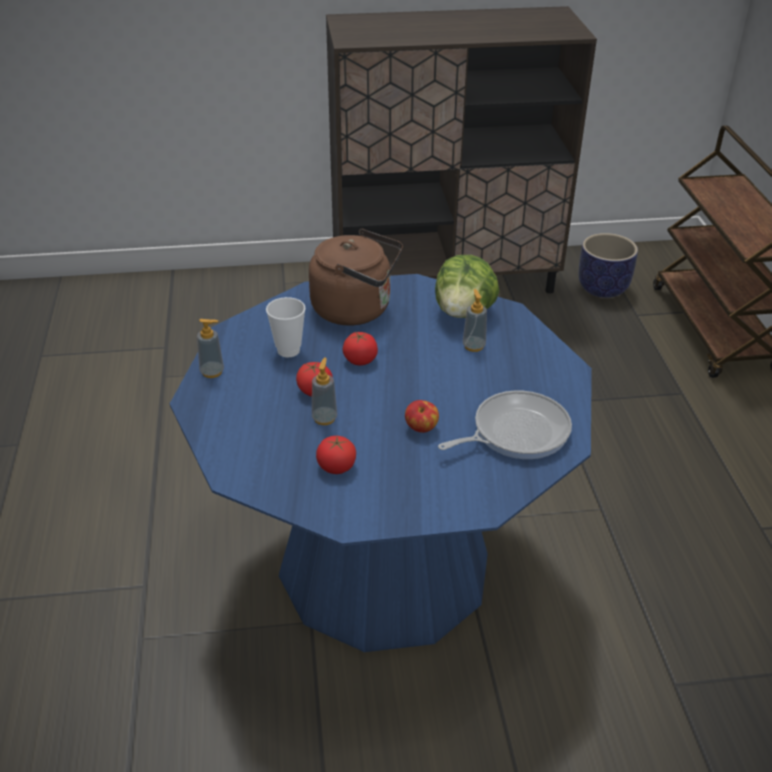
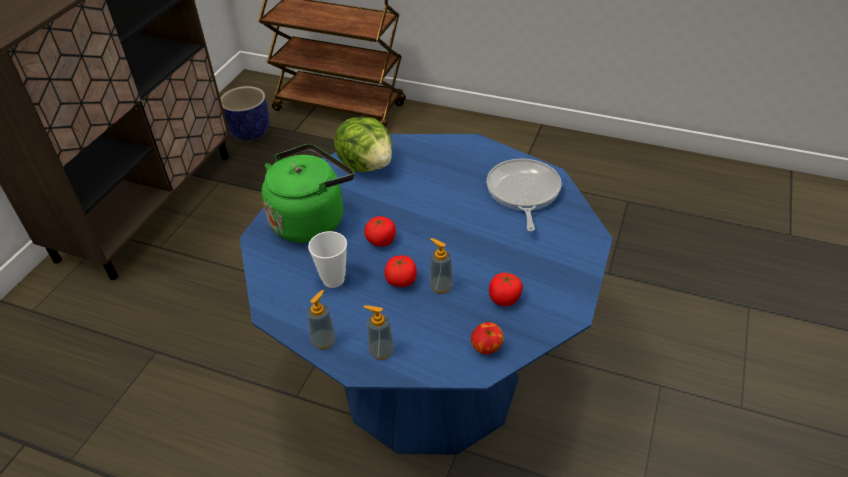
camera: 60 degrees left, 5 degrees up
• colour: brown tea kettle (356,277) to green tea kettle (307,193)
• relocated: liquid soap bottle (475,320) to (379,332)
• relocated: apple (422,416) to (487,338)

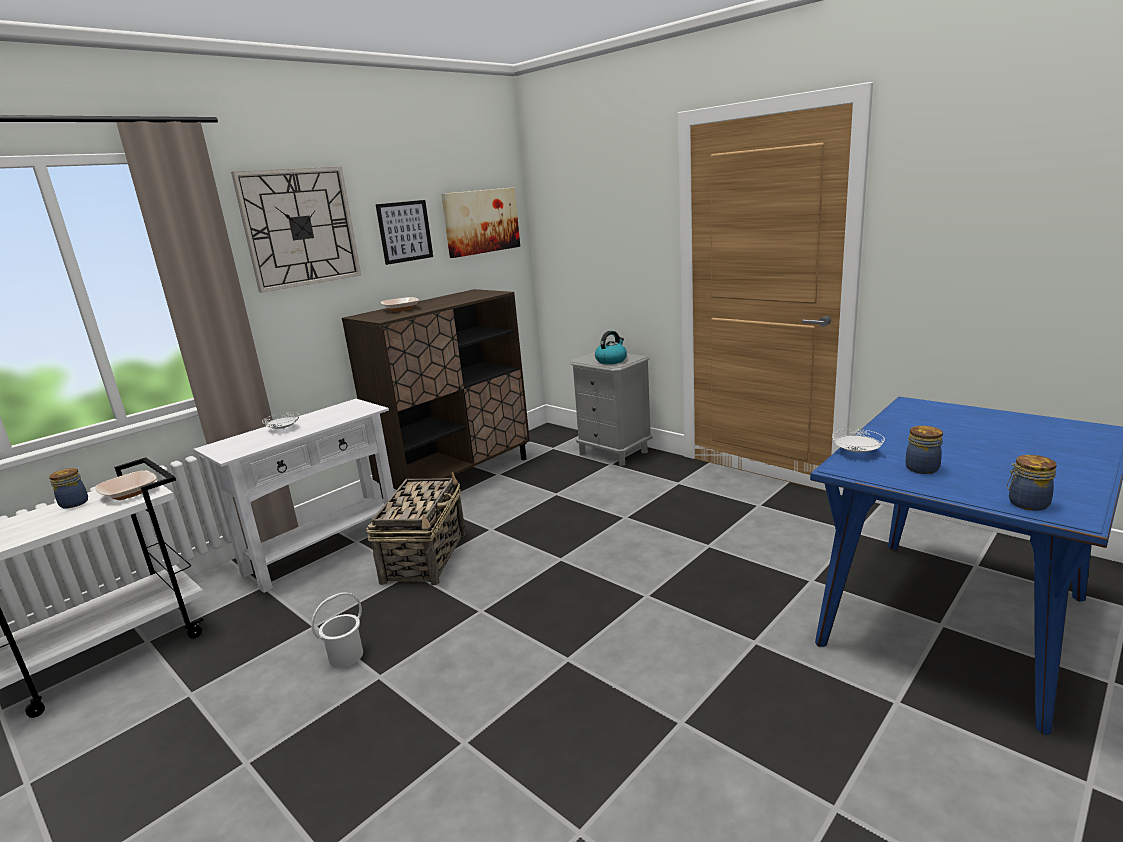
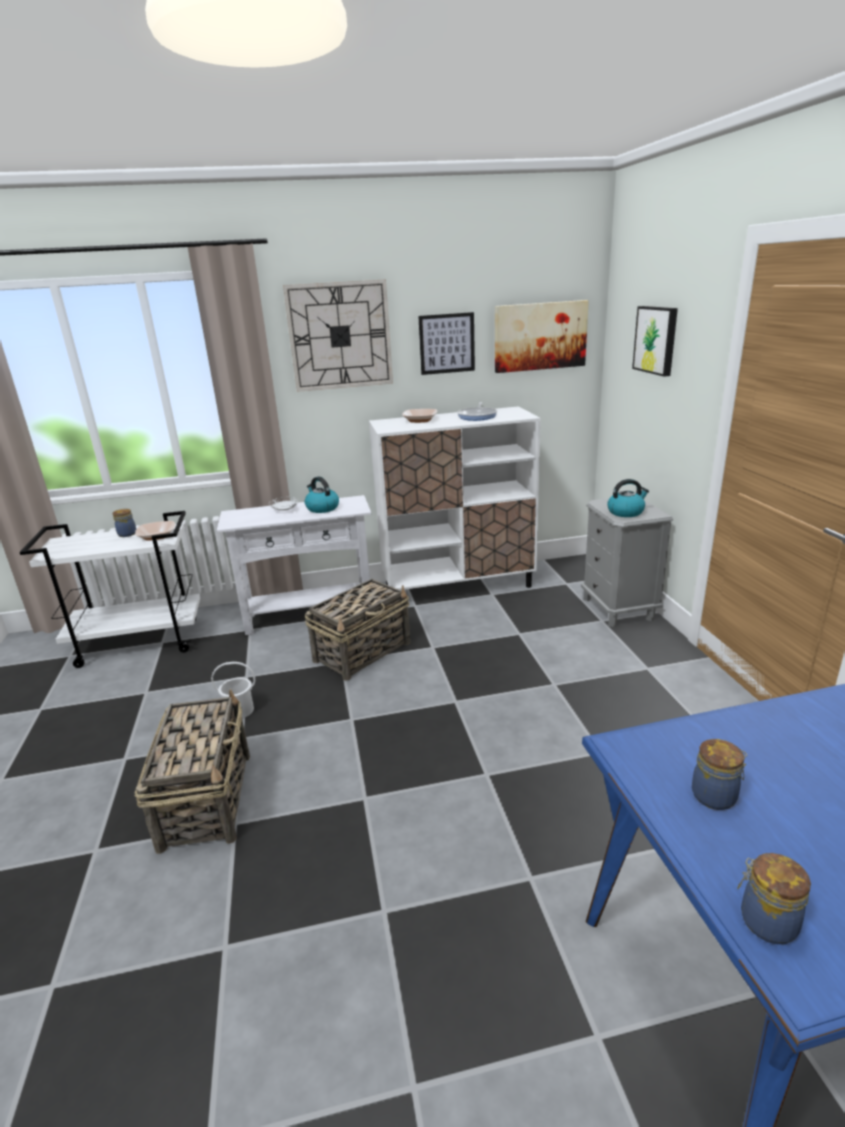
camera: 35 degrees right, 5 degrees up
• appeared: storage basket (192,771)
• appeared: tea kettle (322,495)
• colour: brown cupboard (436,394) to white-coloured cupboard (455,498)
• appeared: skillet (477,411)
• appeared: picture (655,341)
• missing: white-coloured plate (858,441)

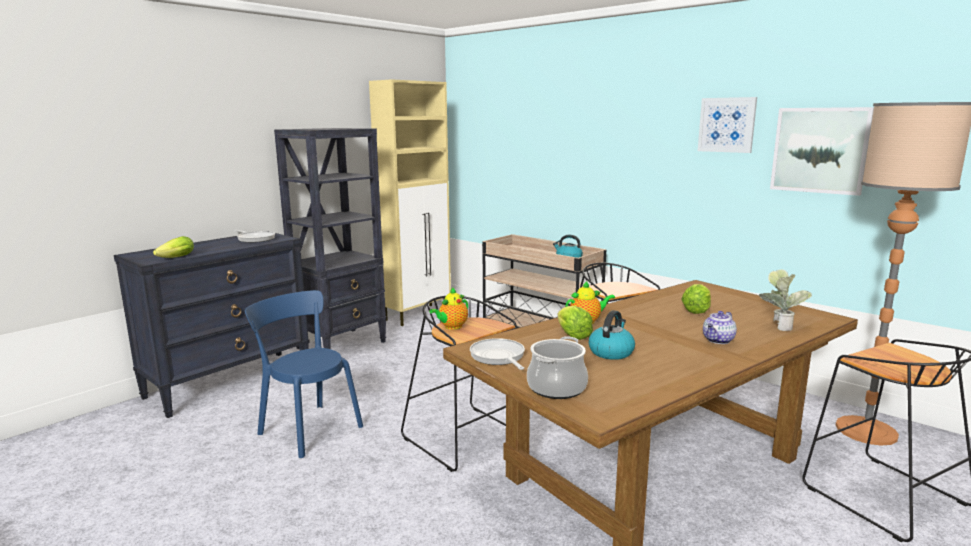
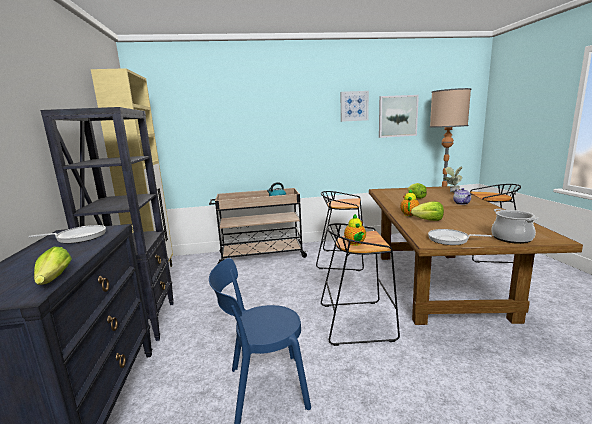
camera: 50 degrees left, 0 degrees up
• missing: tea kettle (612,335)

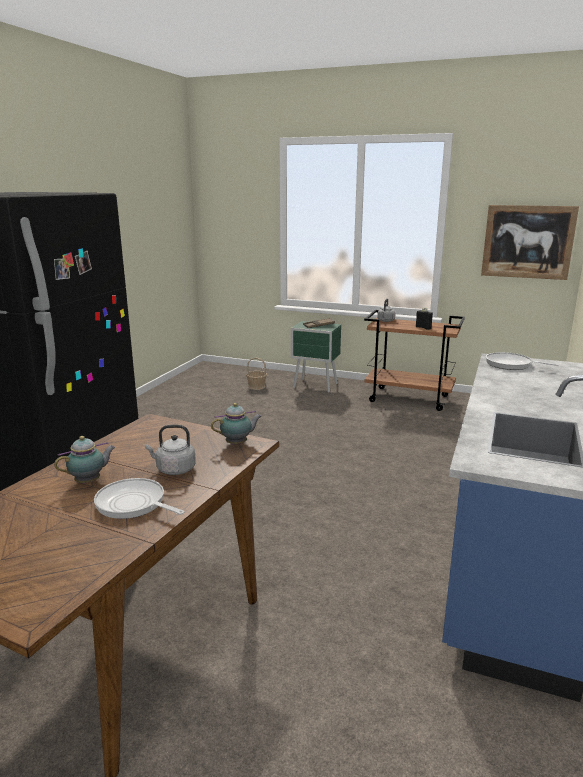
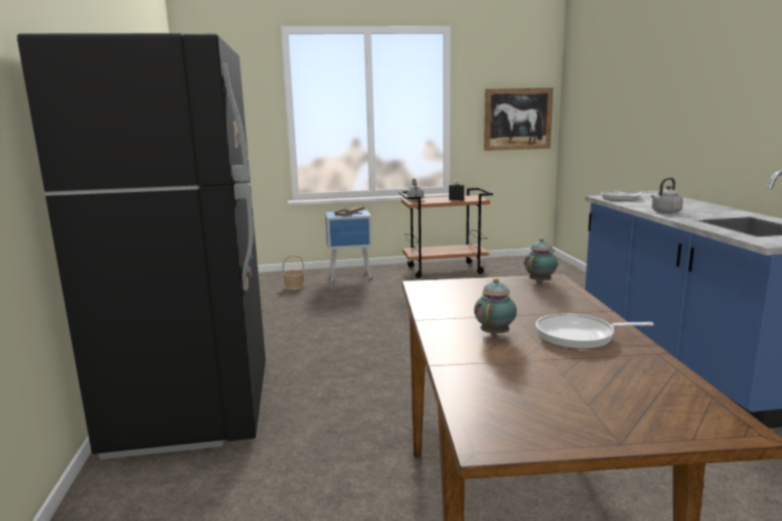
camera: 30 degrees left, 5 degrees down
• colour: green nightstand (316,357) to blue-coloured nightstand (348,245)
• relocated: greyish tea kettle (170,450) to (667,196)

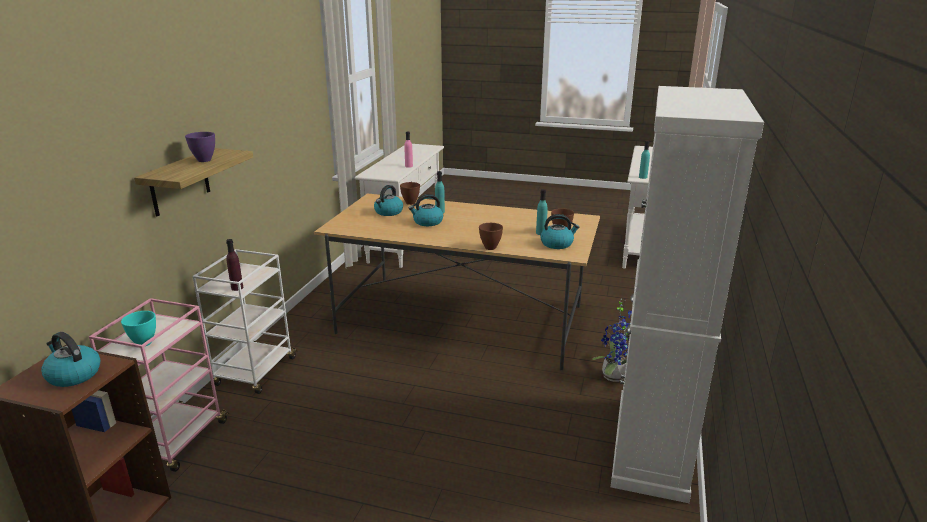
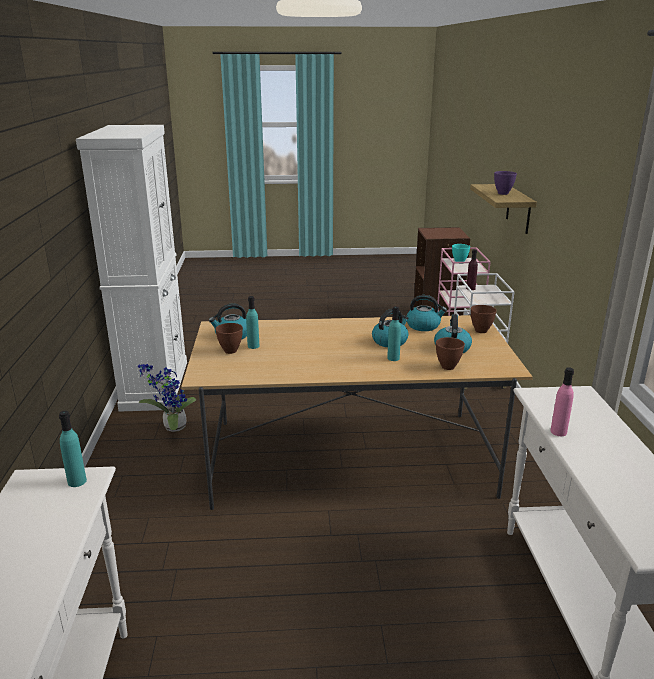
camera: 160 degrees right, 0 degrees up
• relocated: tea kettle (70,359) to (426,313)
• relocated: brown serving bowl (491,236) to (484,319)

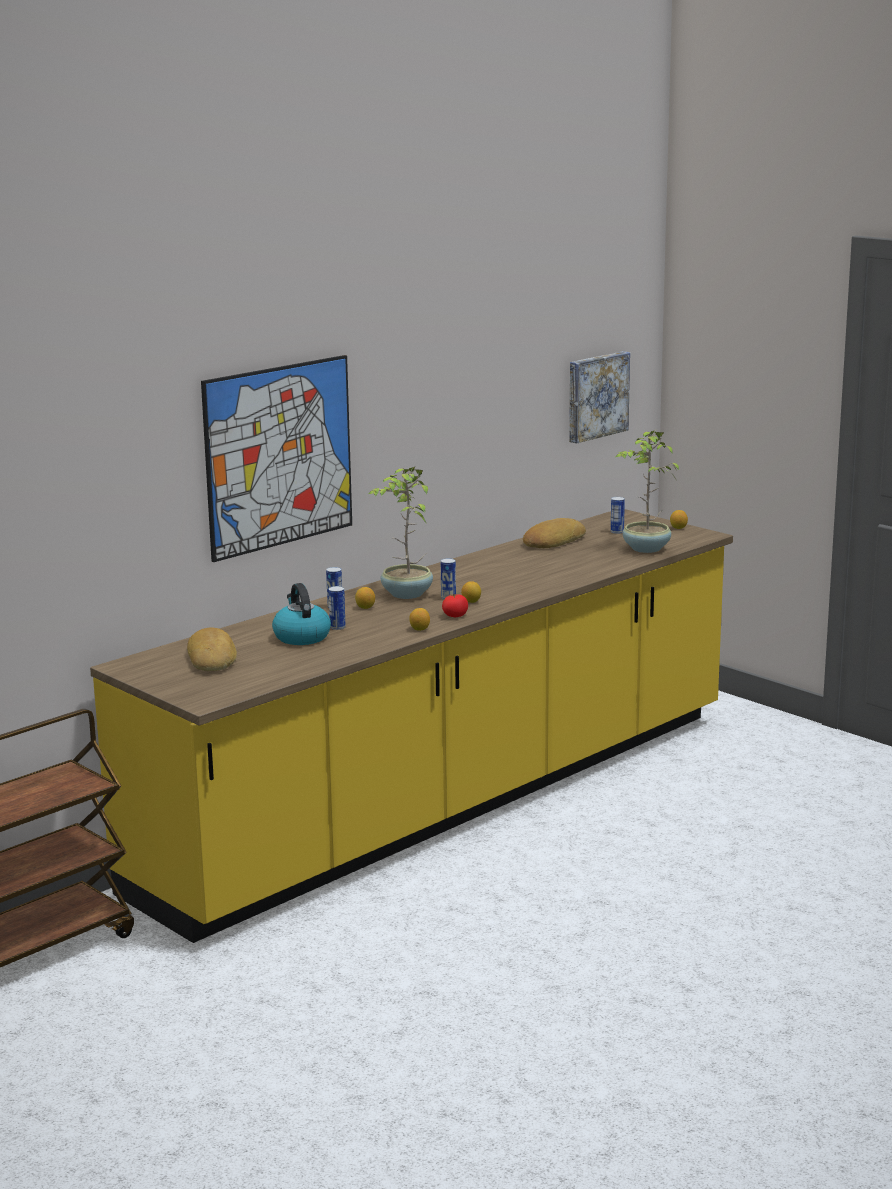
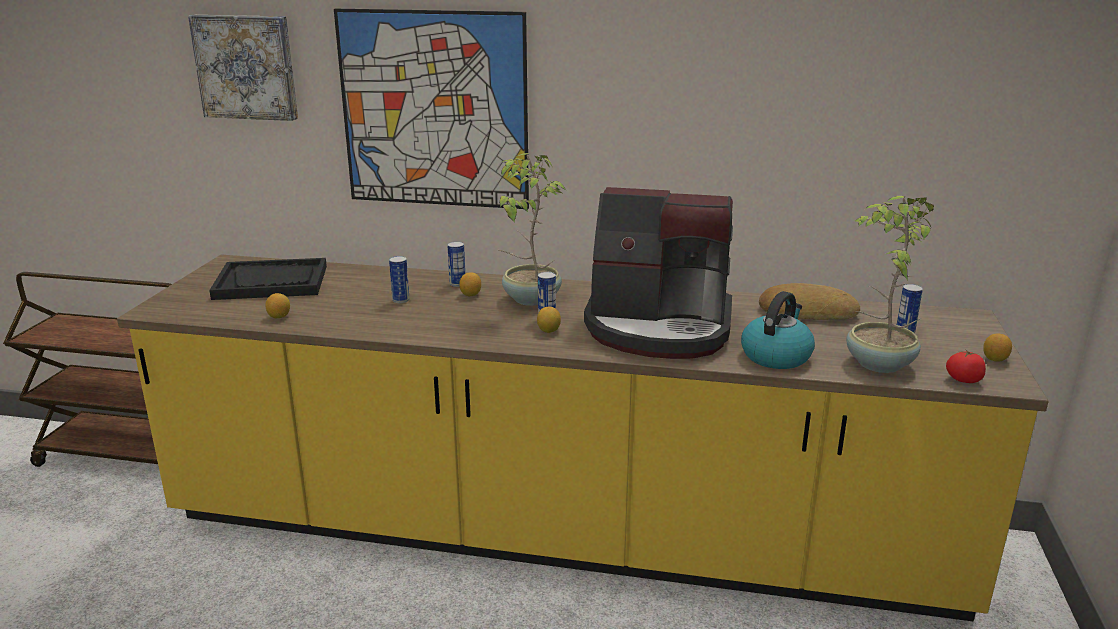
camera: 55 degrees right, 5 degrees up
• relocated: picture (599,397) to (243,68)
• exchanged: baked bread (212,649) to blackish carrying tray (268,279)
• relocated: lemon (419,619) to (277,305)
• appeared: coffee maker (658,273)
• relocated: tea kettle (301,614) to (778,330)
• relocated: whole tomato (455,605) to (966,366)

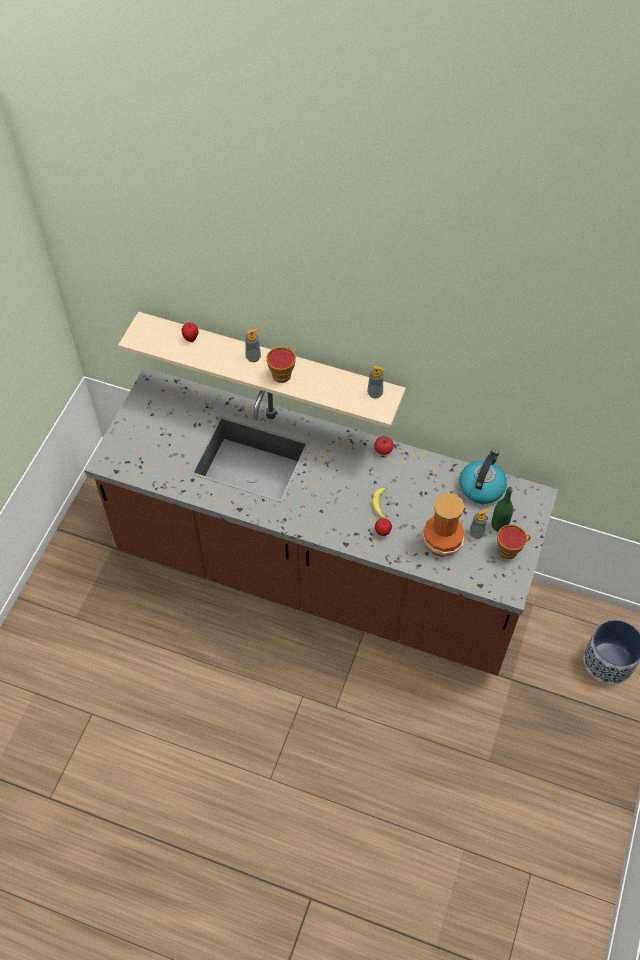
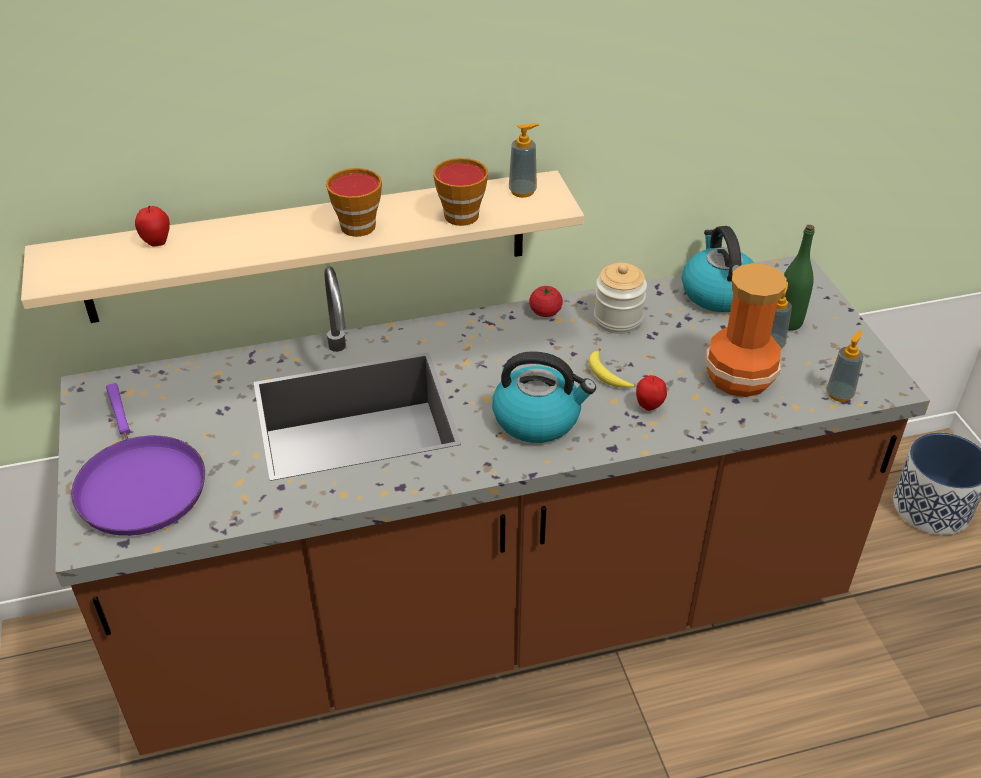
camera: 35 degrees left, 15 degrees down
• appeared: purple-coloured skillet (138,459)
• relocated: drinking cup (514,541) to (460,192)
• appeared: tea kettle (544,397)
• appeared: preserve jar (620,298)
• relocated: liquid soap bottle (253,345) to (845,366)

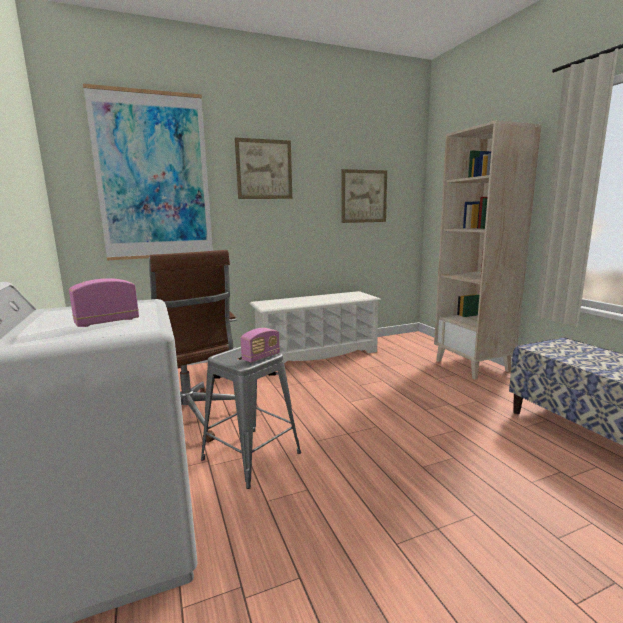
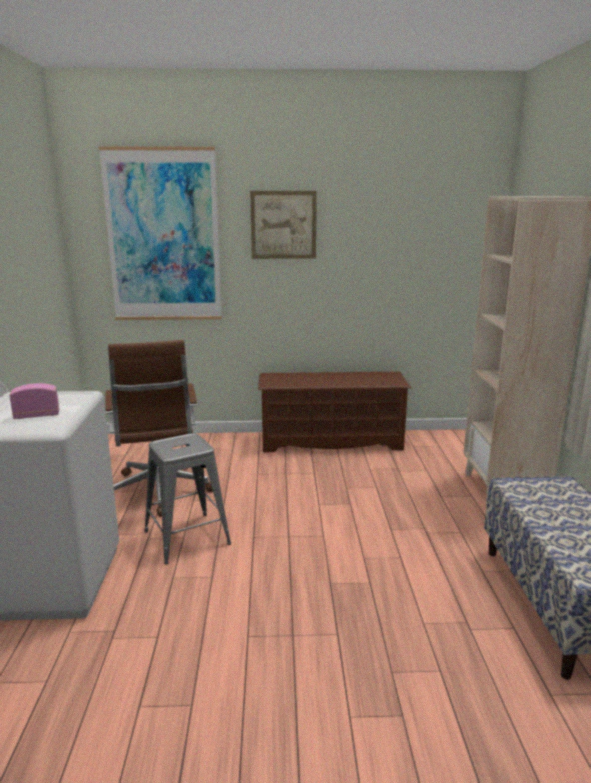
camera: 20 degrees right, 5 degrees up
• colour: white-coloured shoe shelf (315,327) to brown shoe shelf (334,412)
• missing: radio set (260,345)
• missing: picture (364,196)

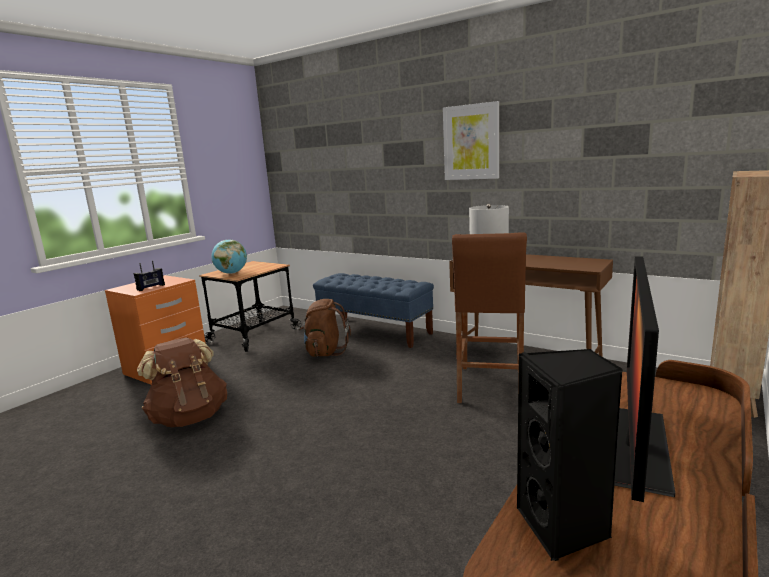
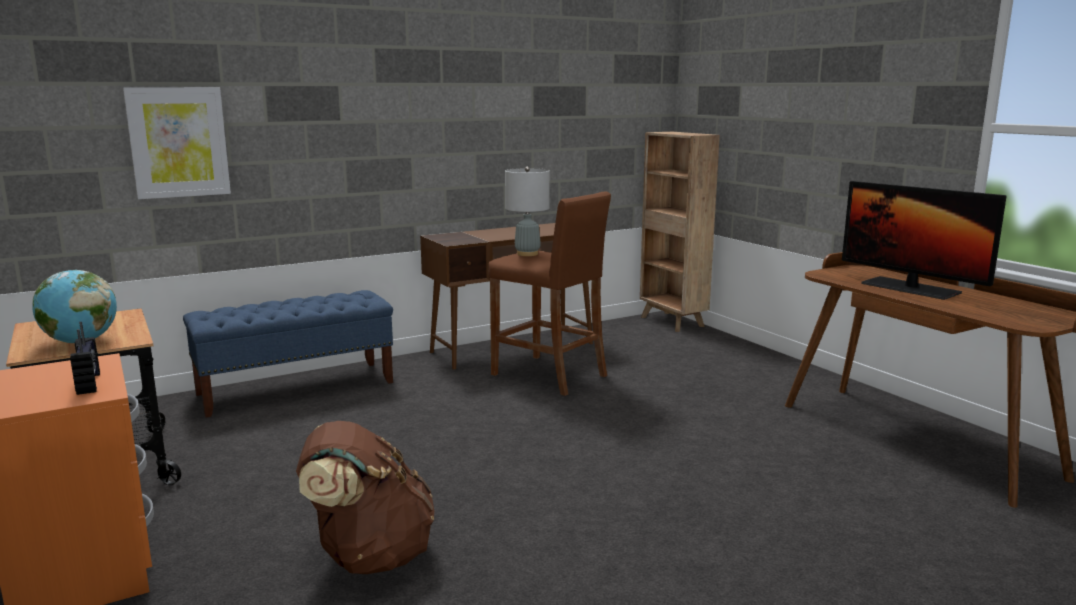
camera: 65 degrees left, 0 degrees up
• relocated: picture (471,140) to (177,143)
• missing: brown rucksack (325,328)
• missing: blackish speaker (570,455)

